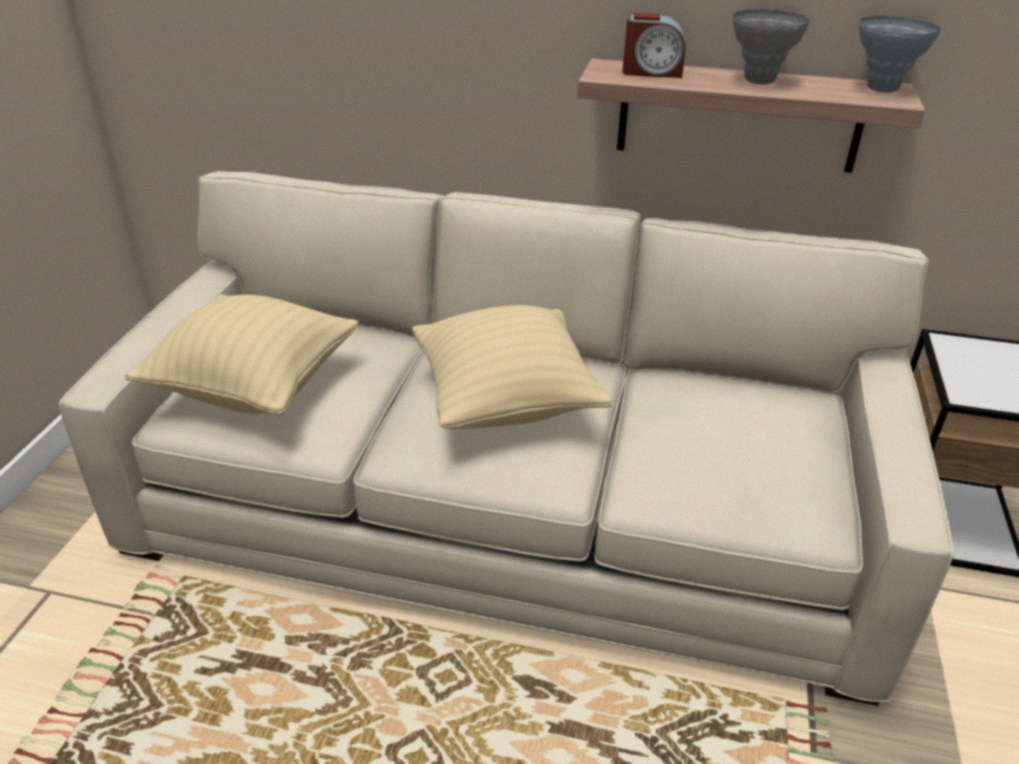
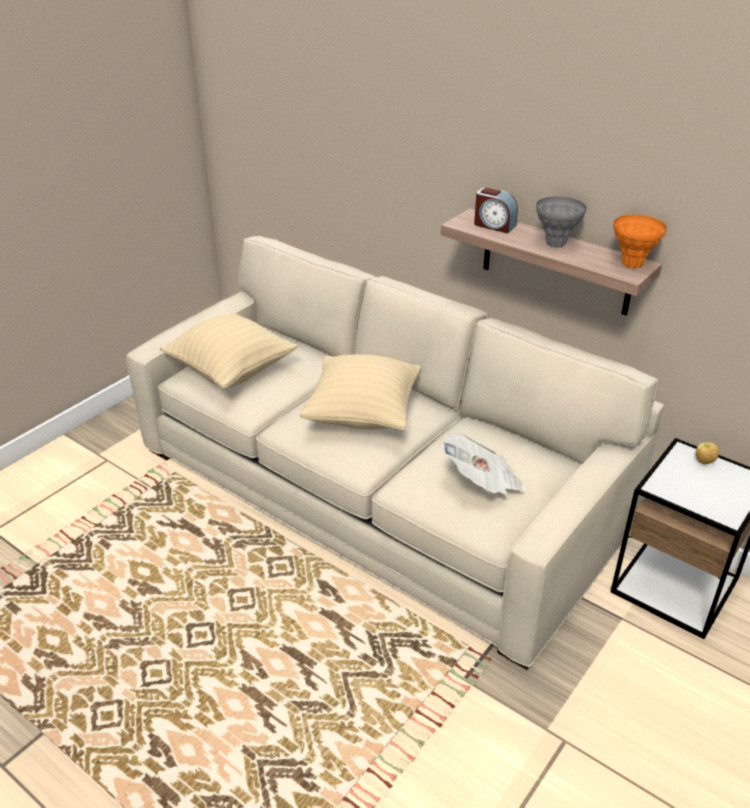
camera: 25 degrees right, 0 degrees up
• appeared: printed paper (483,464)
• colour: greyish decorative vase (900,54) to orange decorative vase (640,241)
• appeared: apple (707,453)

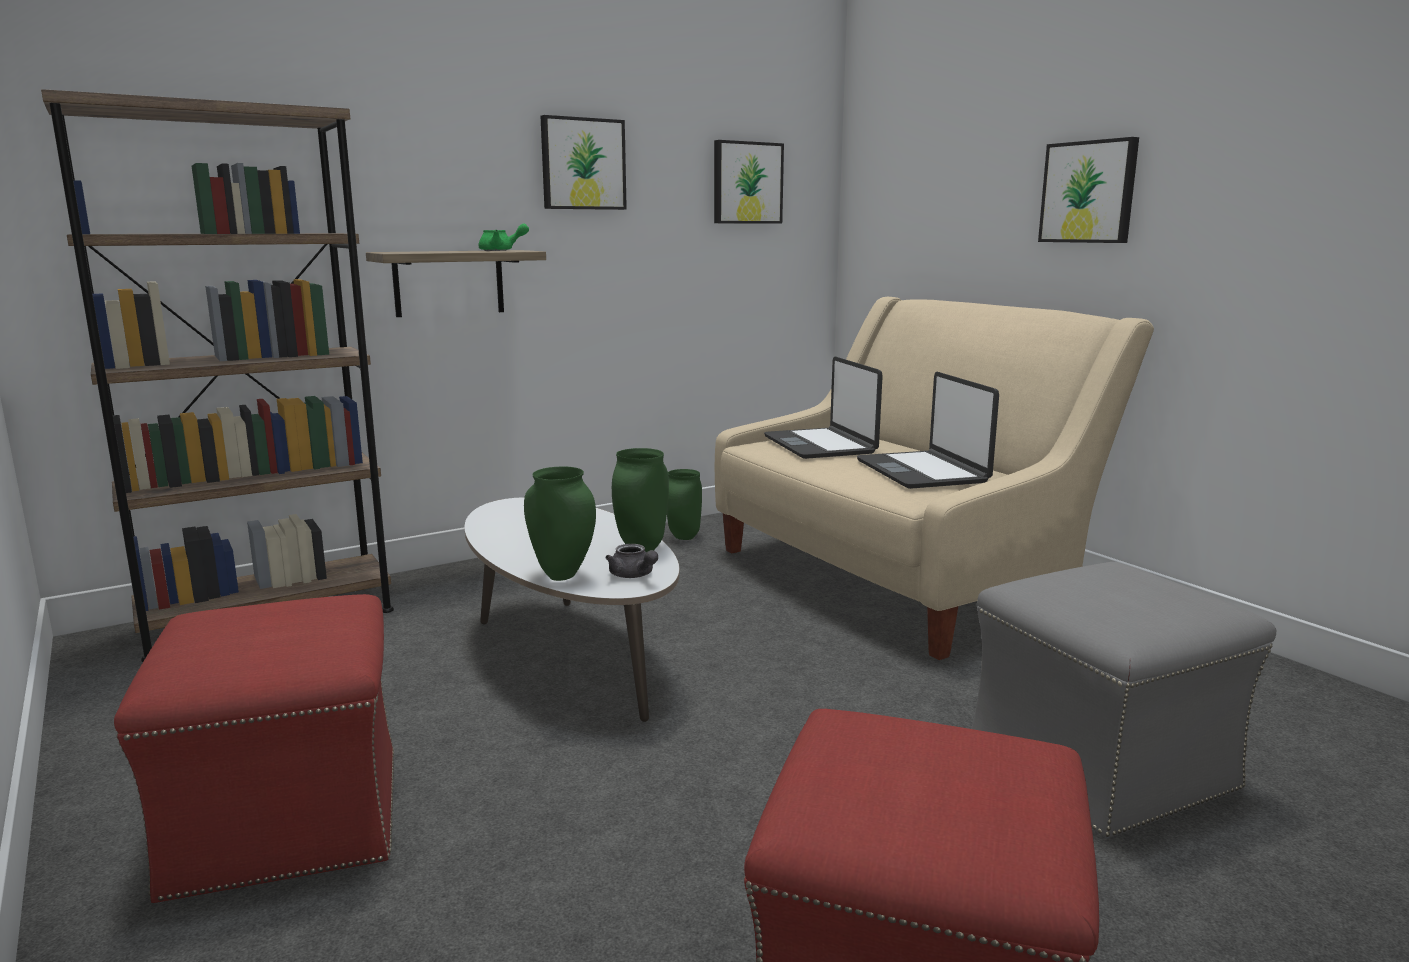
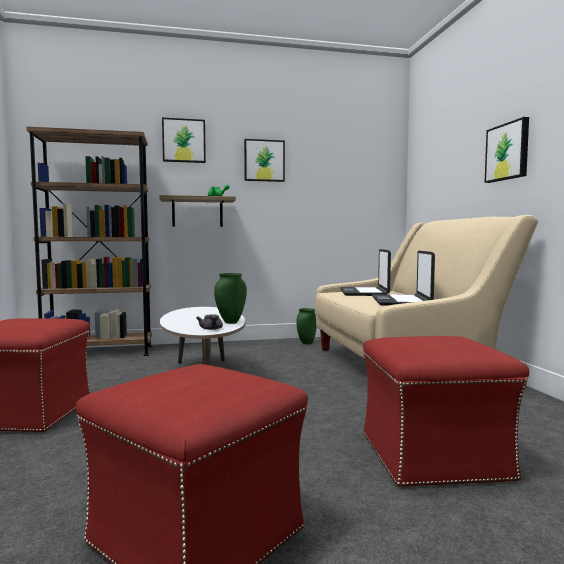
camera: 20 degrees right, 10 degrees down
• relocated: picture (749,182) to (184,140)
• colour: greyish pouffe (1123,700) to red pouffe (446,411)
• missing: green decorative vase (560,523)

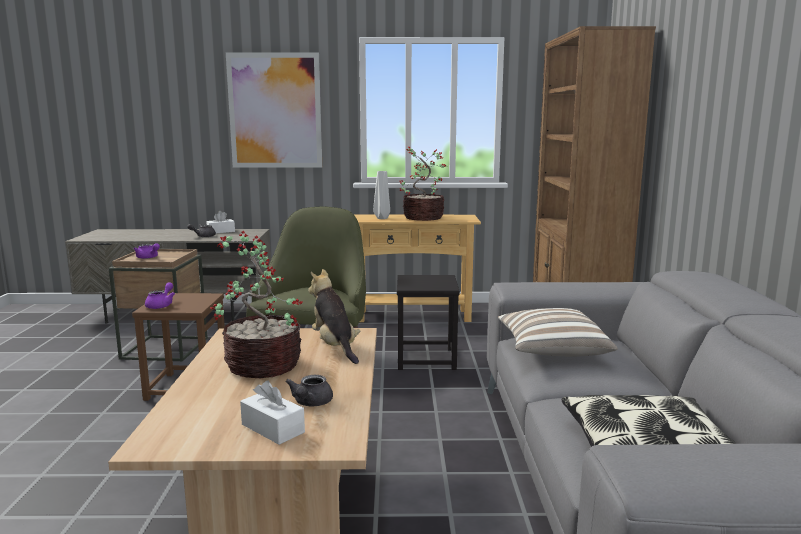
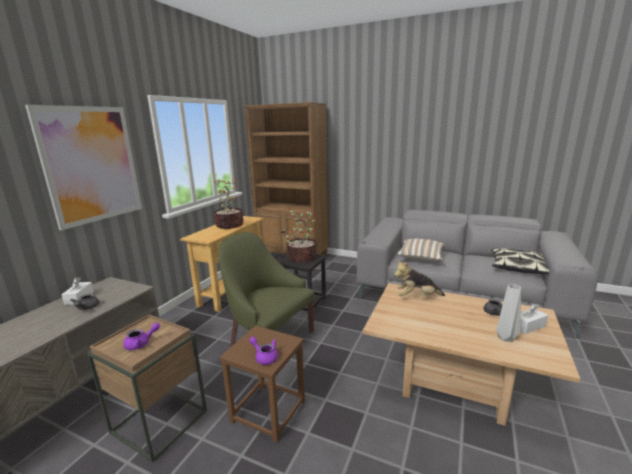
camera: 65 degrees left, 5 degrees up
• relocated: potted plant (256,304) to (300,235)
• relocated: greyish decorative vase (381,195) to (508,313)

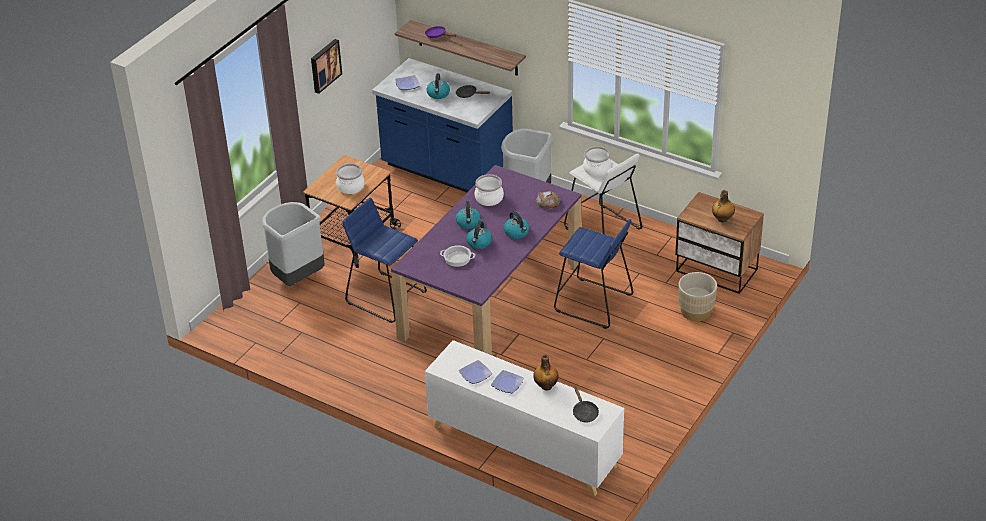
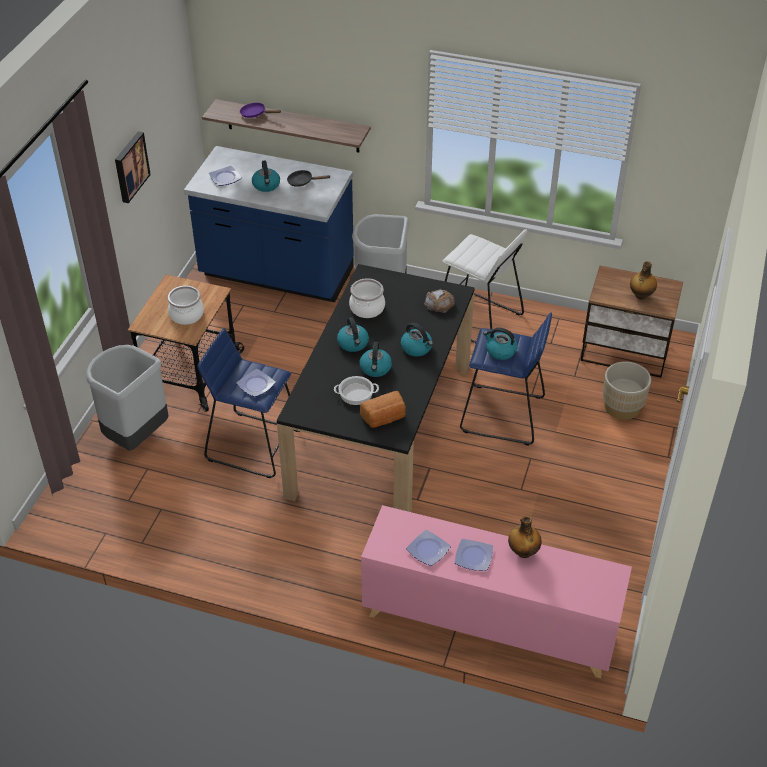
camera: 15 degrees left, 5 degrees up
• appeared: plate (256,383)
• colour: purple-coloured kitchen table (486,260) to blackish kitchen table (376,388)
• appeared: baked bread (383,409)
• colour: white-coloured cupboard (524,418) to pink cupboard (496,591)
• appeared: tea kettle (500,344)
• missing: blackish skillet (586,404)
• missing: stockpot (597,161)

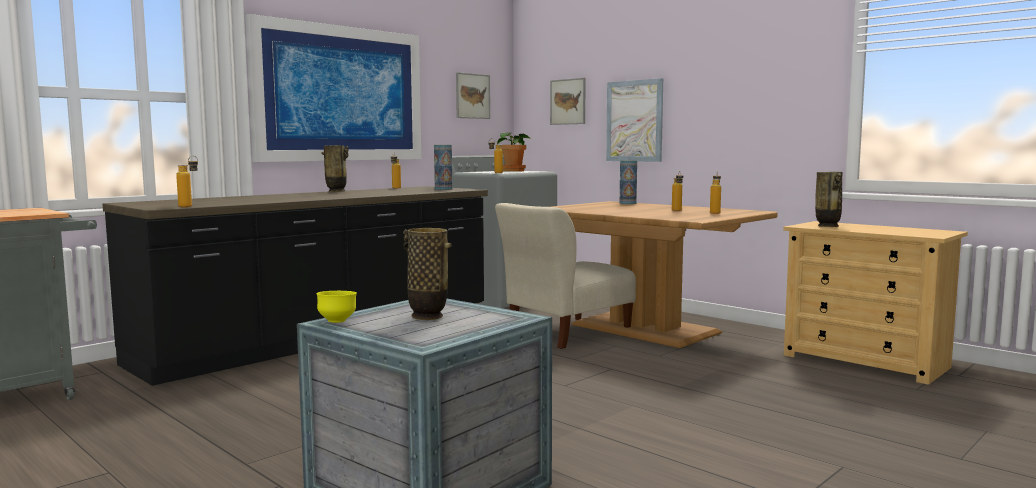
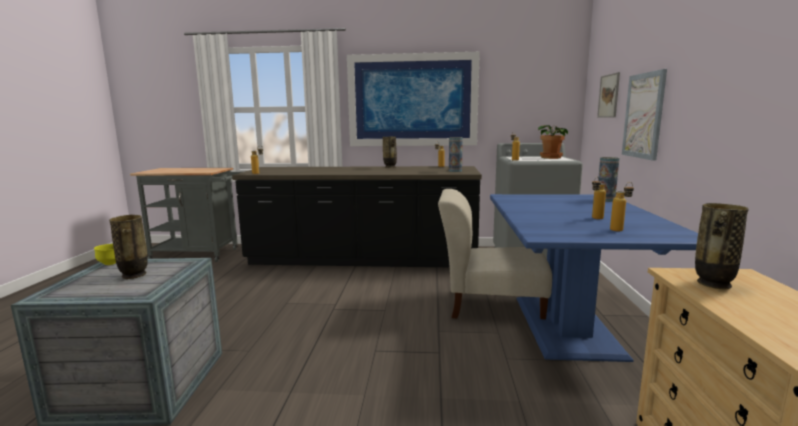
camera: 50 degrees right, 5 degrees up
• colour: brown kitchen table (665,274) to blue-coloured kitchen table (594,278)
• missing: picture (473,95)

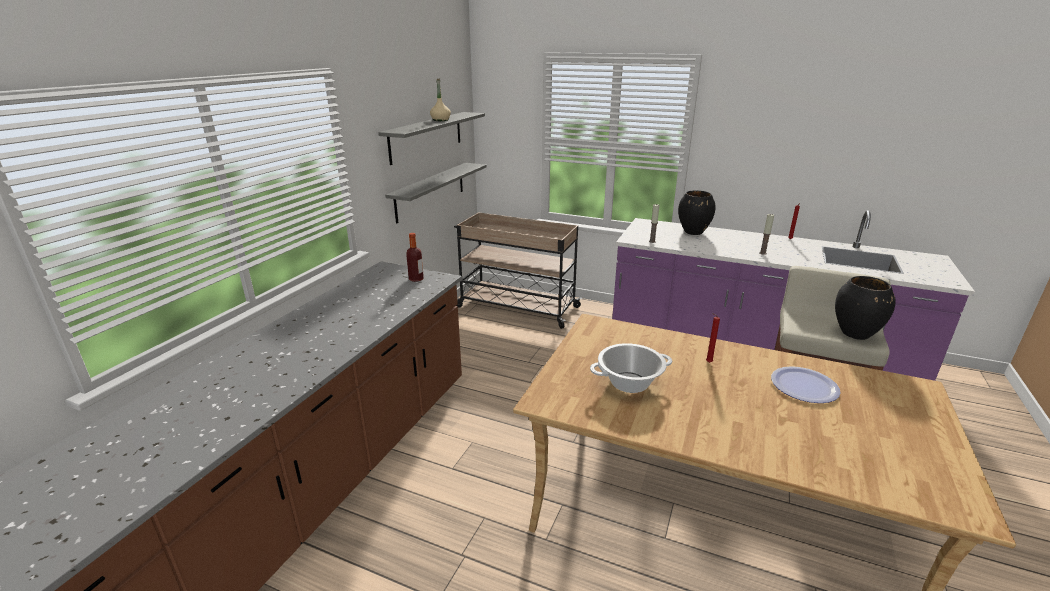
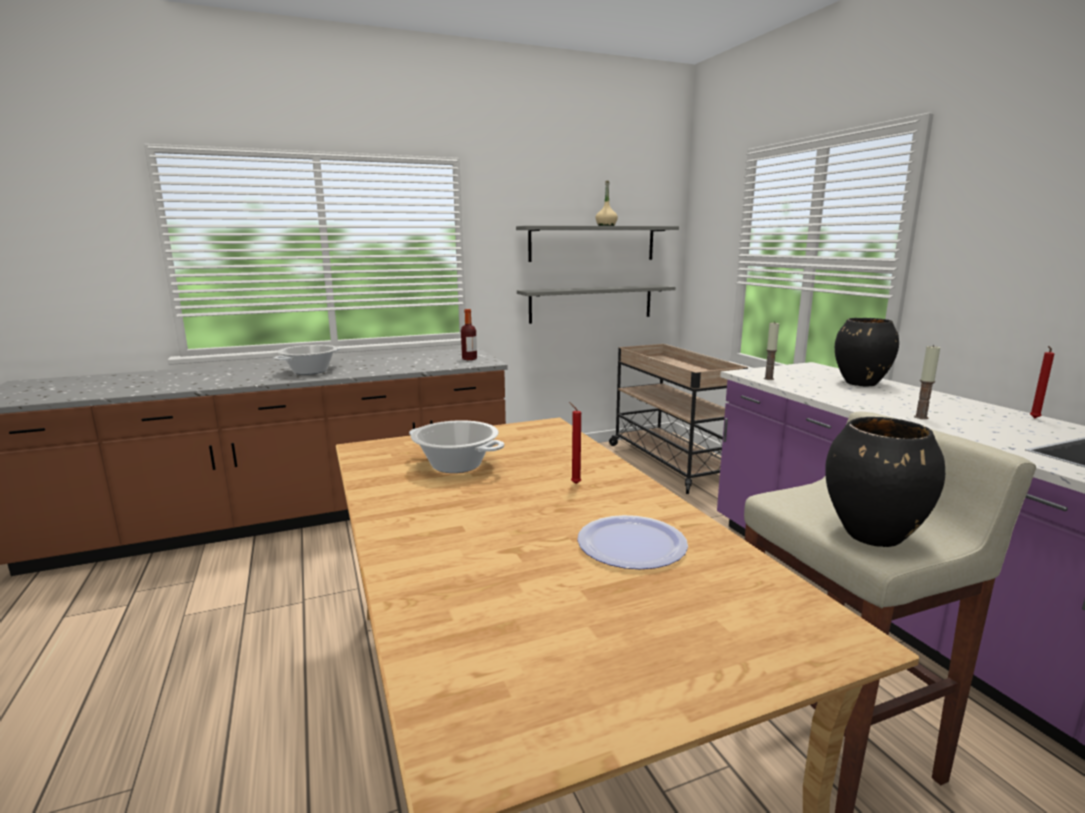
camera: 45 degrees right, 10 degrees down
• appeared: stockpot (307,360)

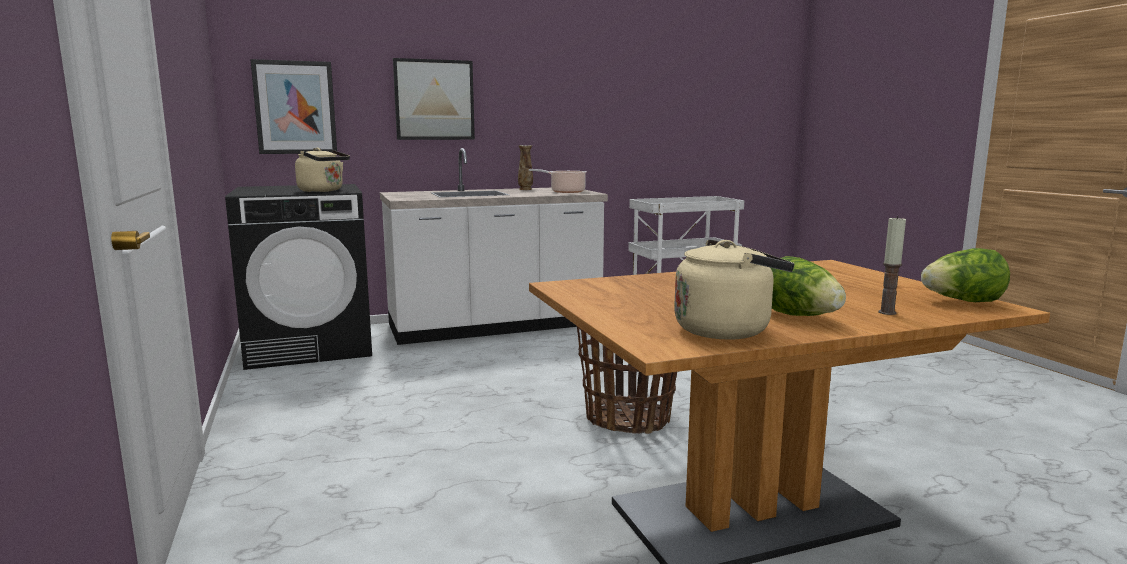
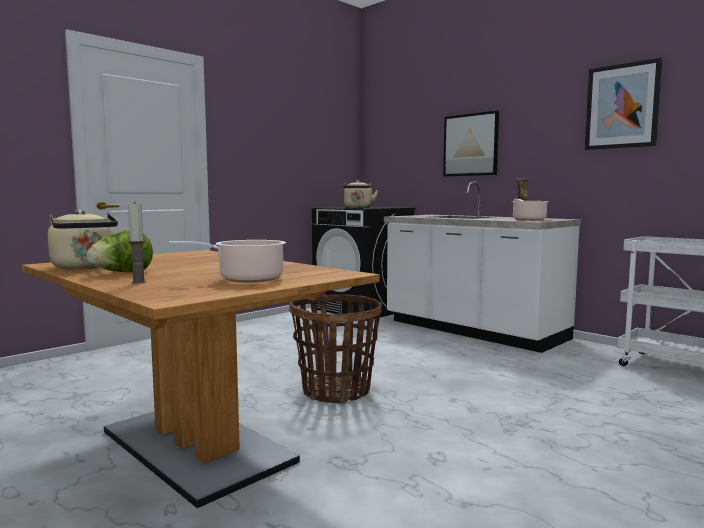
camera: 65 degrees right, 5 degrees down
• appeared: stockpot (227,261)
• relocated: picture (293,106) to (623,104)
• missing: lettuce (965,275)

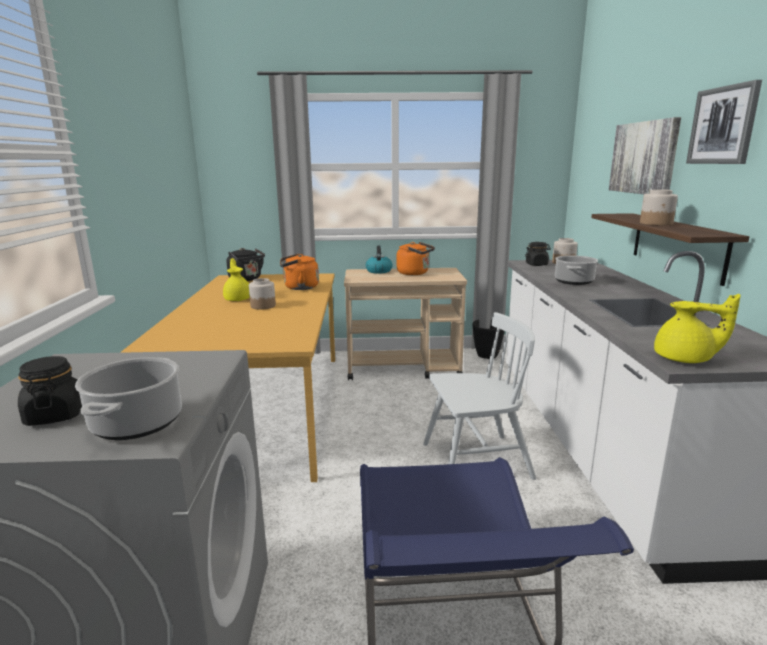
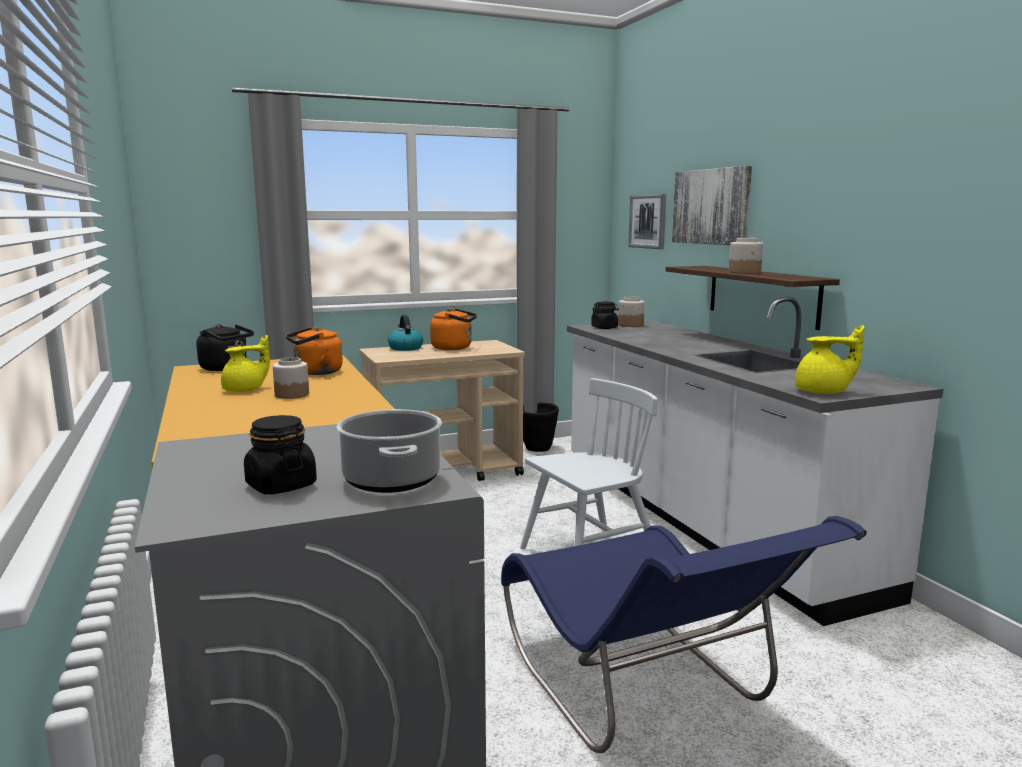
camera: 20 degrees left, 5 degrees down
• spun: yellowish pot for tea (236,279) = (245,363) 90 degrees clockwise
• relocated: picture (724,122) to (647,221)
• missing: stockpot (576,270)

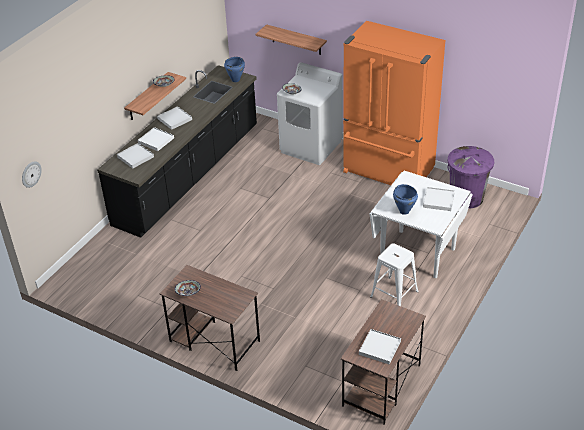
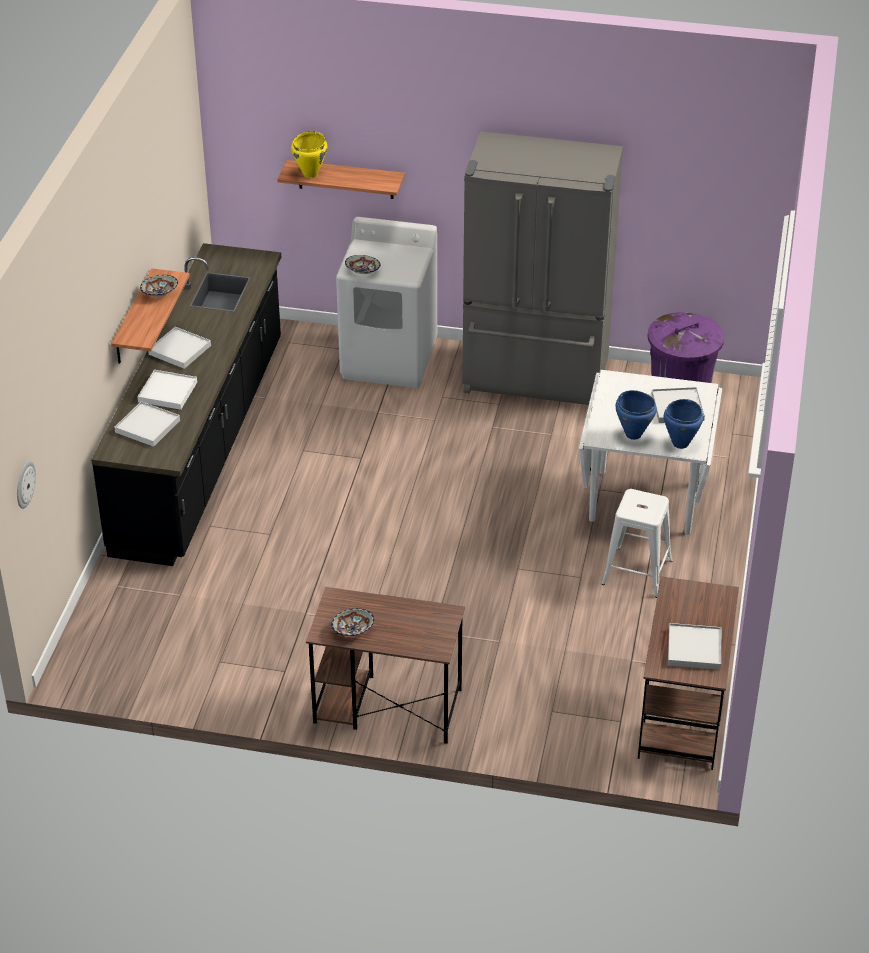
camera: 20 degrees left, 0 degrees up
• appeared: yellowish stockpot (309,154)
• colour: orange refrigerator (394,103) to greyish refrigerator (542,268)
• relocated: blue-coloured stockpot (234,69) to (683,424)

